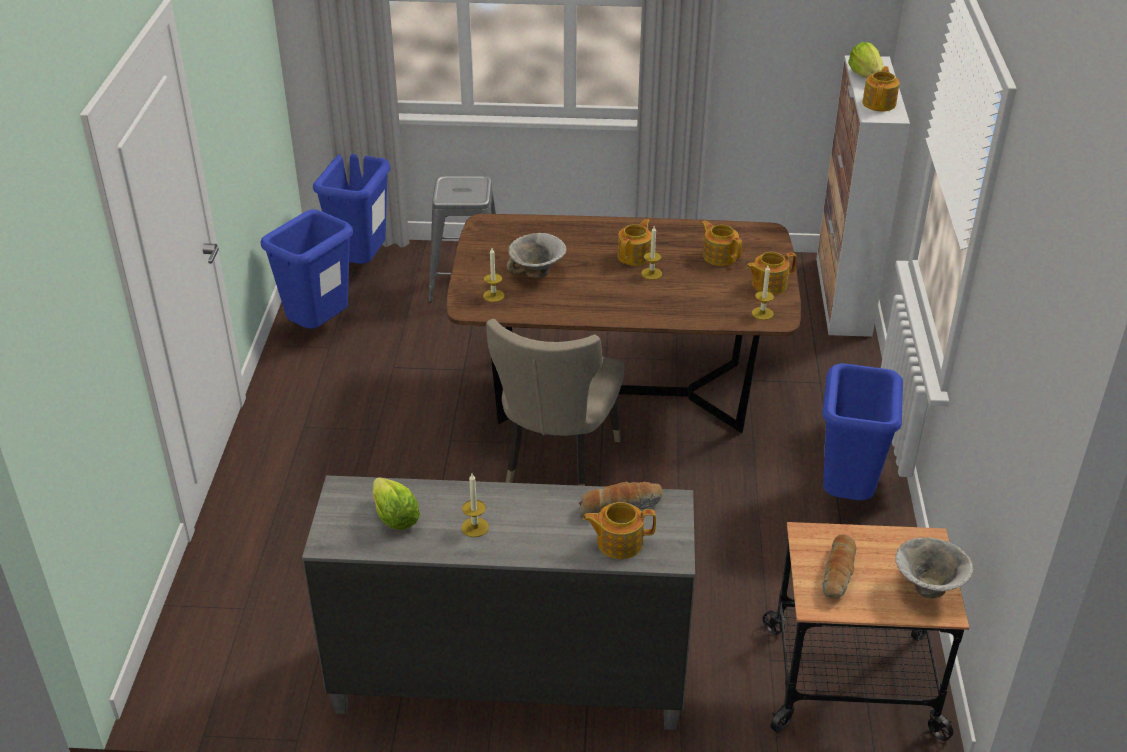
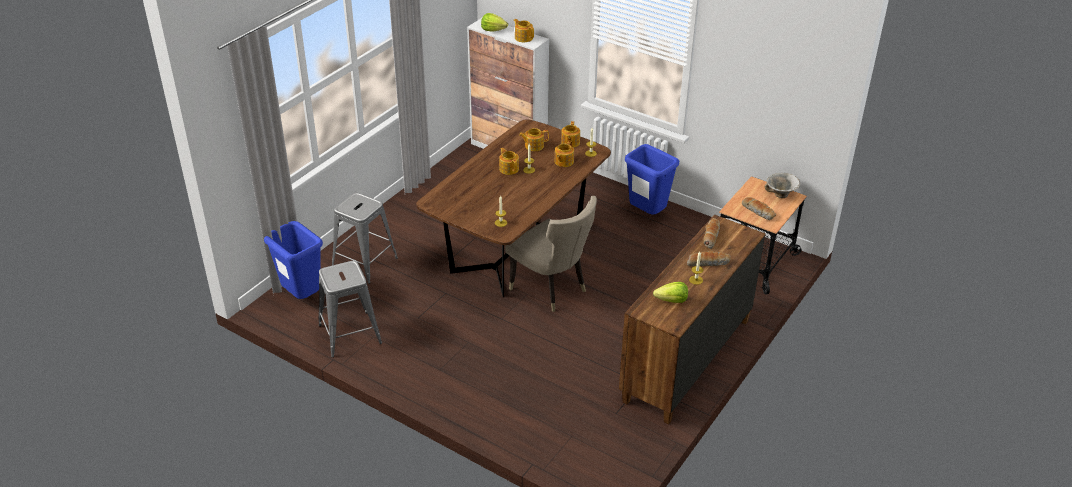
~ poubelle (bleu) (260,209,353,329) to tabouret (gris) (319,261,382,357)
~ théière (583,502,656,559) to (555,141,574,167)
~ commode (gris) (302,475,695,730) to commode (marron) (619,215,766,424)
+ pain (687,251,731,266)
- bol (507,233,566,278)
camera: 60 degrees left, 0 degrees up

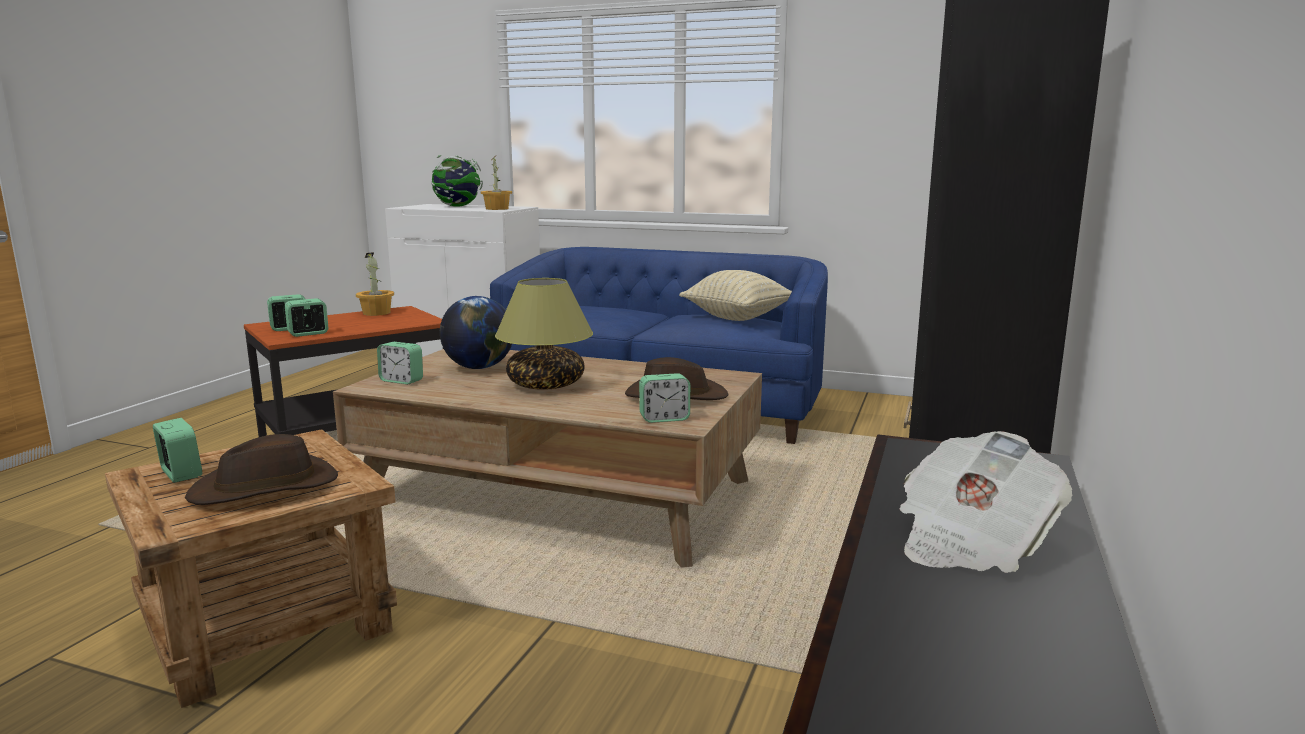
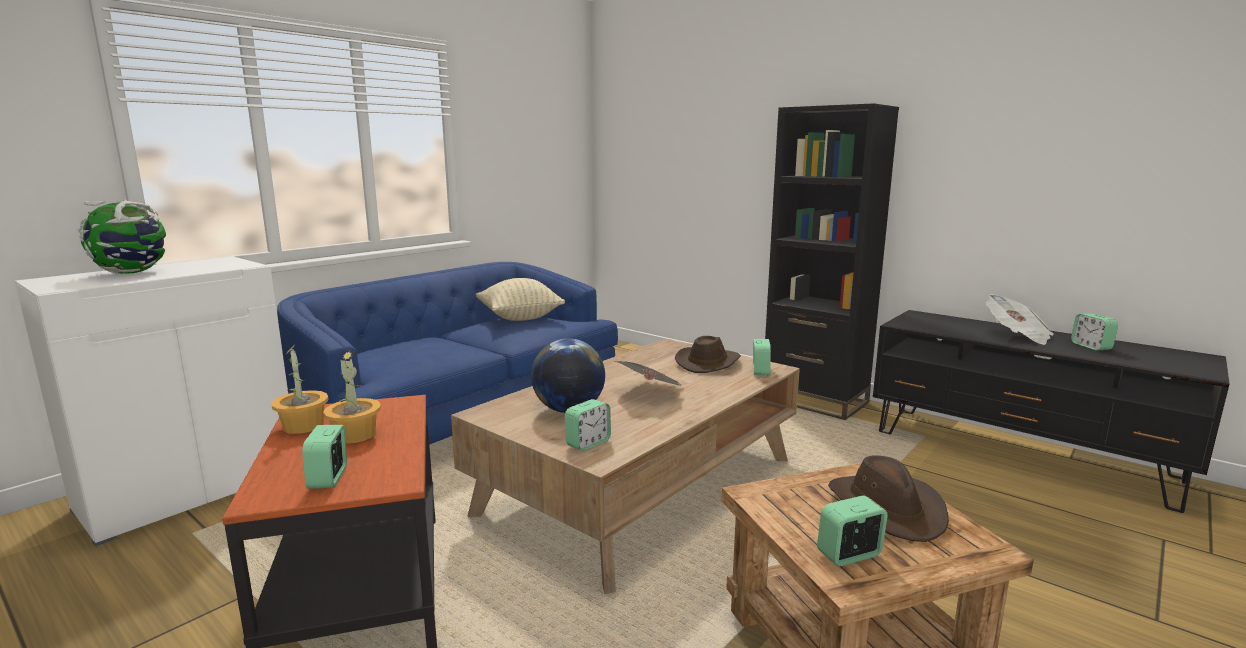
~ plante en pot (481,158,512,210) to (323,350,381,443)
~ lampe de table (495,278,593,390) to journal (613,361,680,385)
~ réveil (285,298,328,337) to (1071,313,1118,351)
camera: 70 degrees left, 0 degrees up

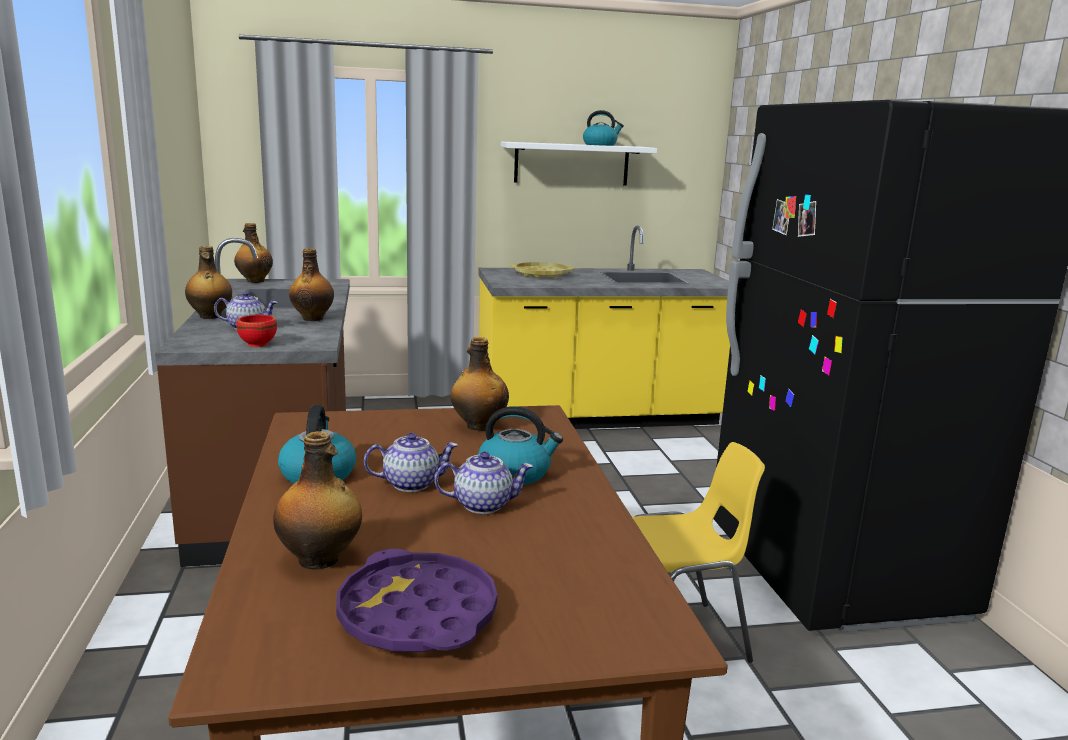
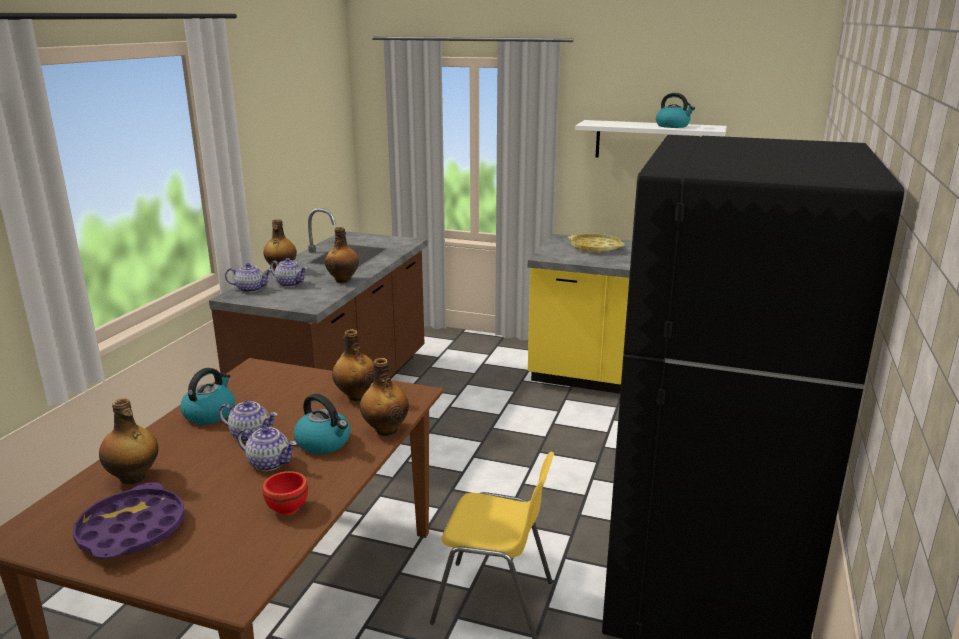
+ théière (225,263,272,293)
~ bol (rouge) (236,315,277,347) to (263,471,308,515)
~ bouteille (234,223,273,283) to (360,358,409,436)
camera: 30 degrees right, 5 degrees up

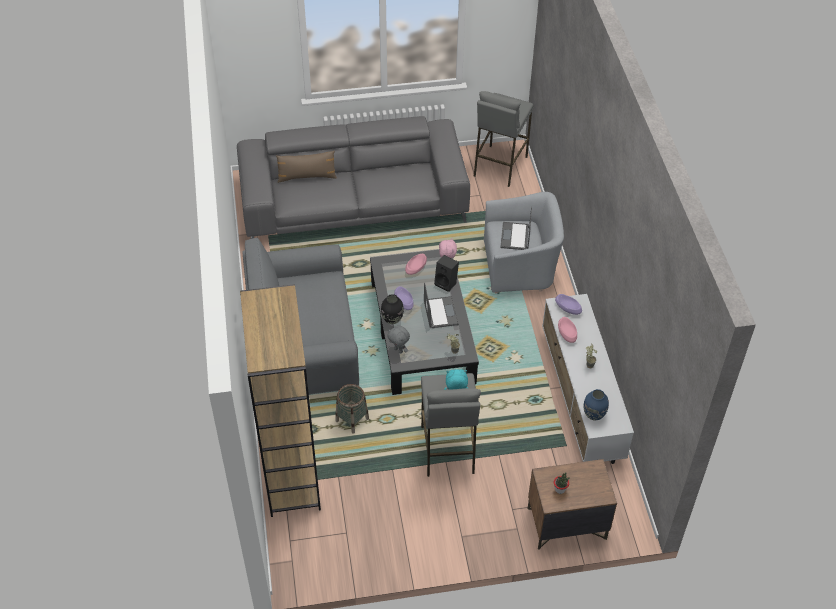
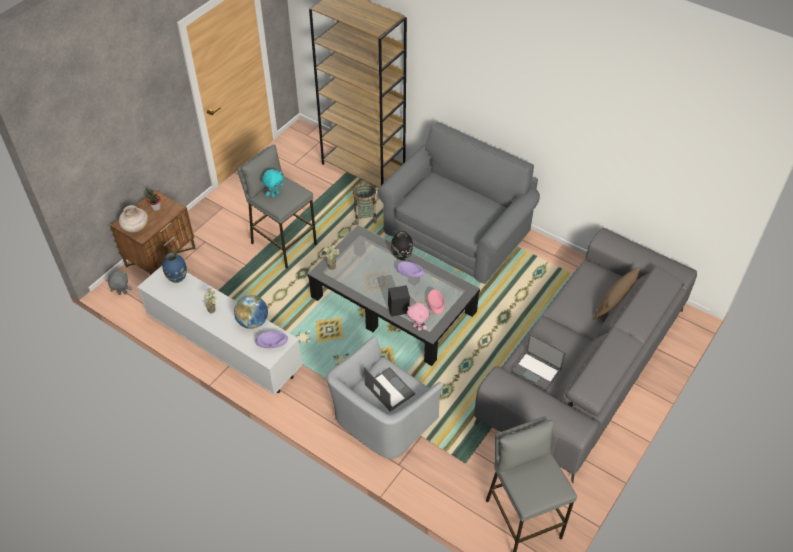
~ peluche (gris) (387,326,410,354) to (108,271,132,295)
+ vase (beige) (119,205,148,233)
~ bol (rose) (558,317,577,343) to globe (234,295,268,329)
~ ordinateur portable (424,283,459,329) to (511,334,566,391)
camera: 135 degrees right, 0 degrees up

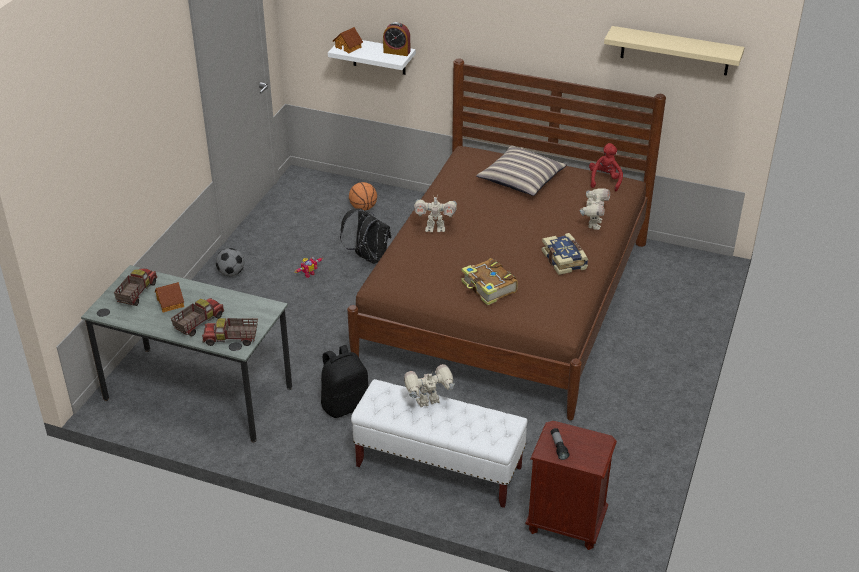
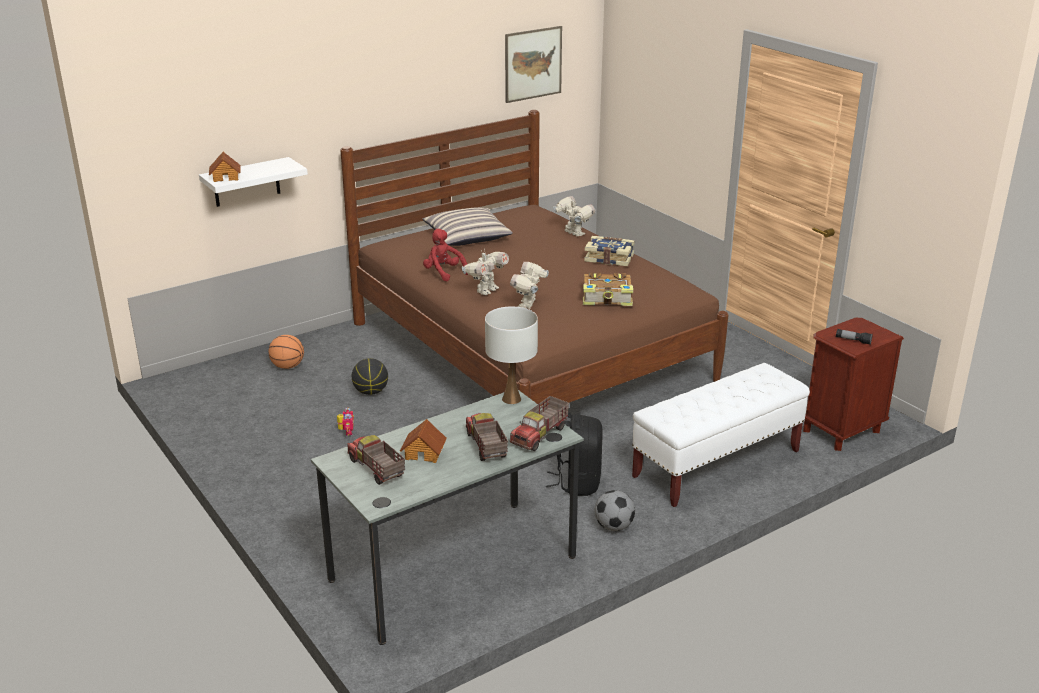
~ sac à dos (noir) (340,208,392,264) to ballon de basket (352,358,388,395)
~ peluche (rouge) (589,143,623,191) to (423,229,468,281)
+ lampe de table (blanc) (485,307,538,404)
~ étagère (beige) (604,26,745,76) to tableau (505,26,562,103)
~ robot jouet (404,364,455,407) to (510,262,549,309)
~ ballon de foot (216,248,244,276) to (594,490,635,531)
- réveil (383,22,410,56)
camera: 55 degrees left, 10 degrees down

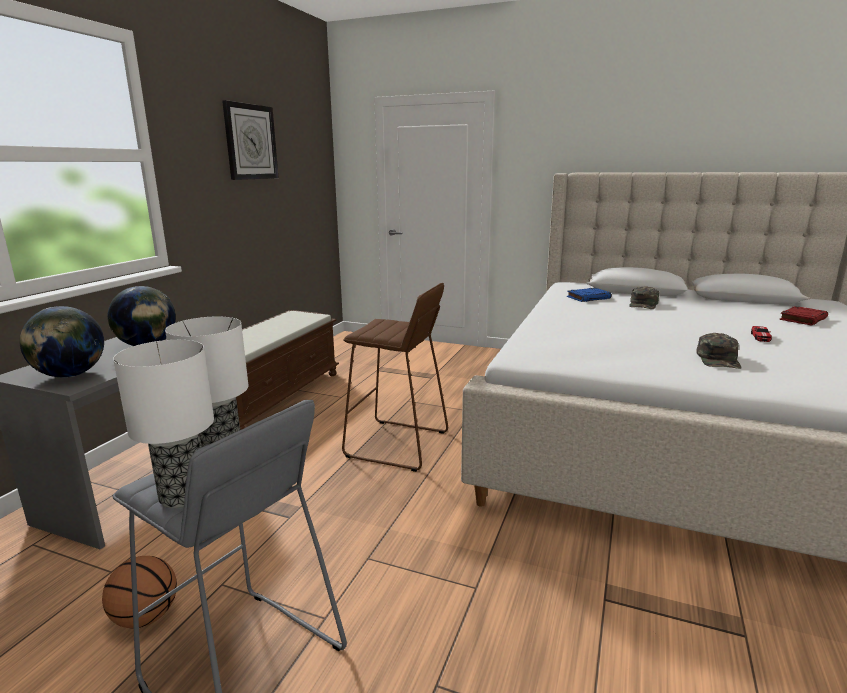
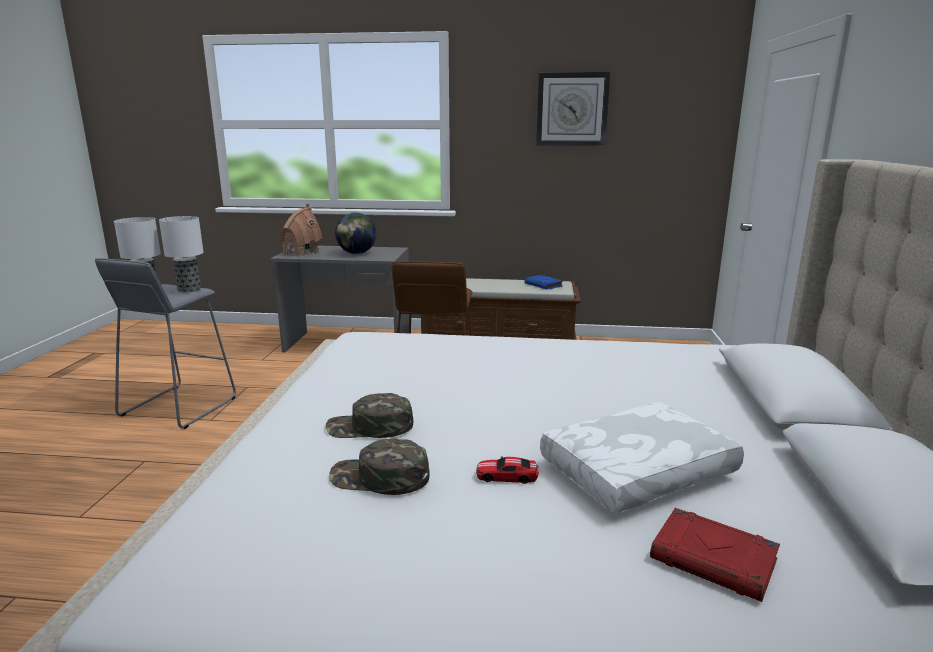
~ globe (19,306,104,378) to maison miniature (280,203,322,257)
~ casquette (vert) (629,286,659,309) to (329,438,430,495)
~ livre (bleu) (567,288,612,302) to (524,275,563,290)
+ coussin (blanc) (540,402,744,514)
- ballon de basket (102,556,177,629)
camera: 75 degrees right, 0 degrees up

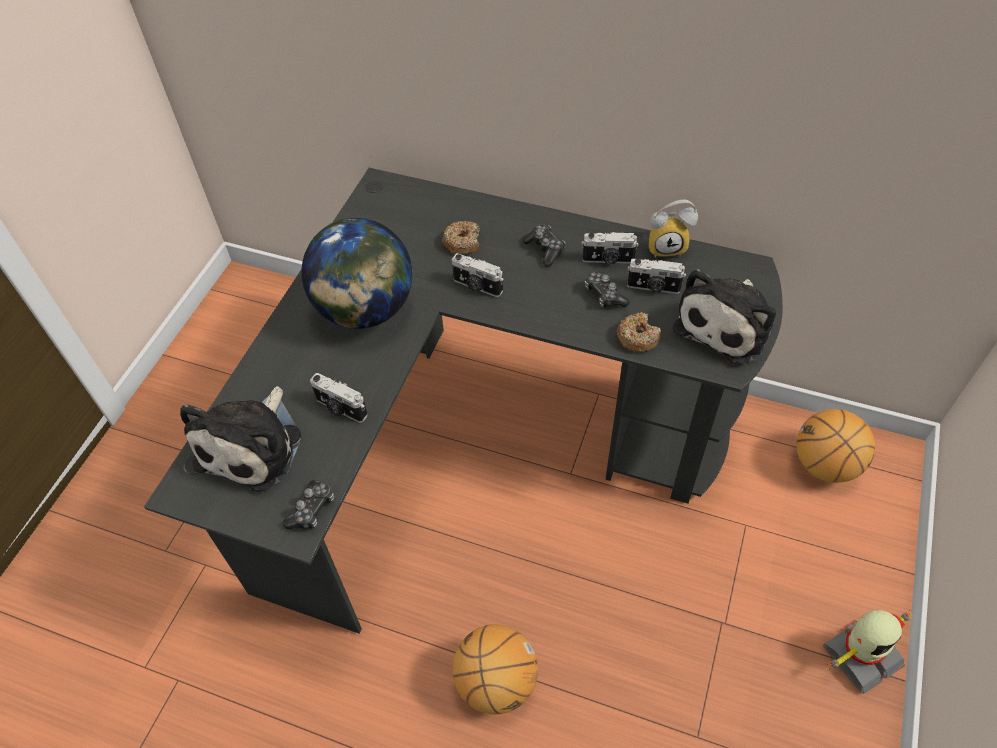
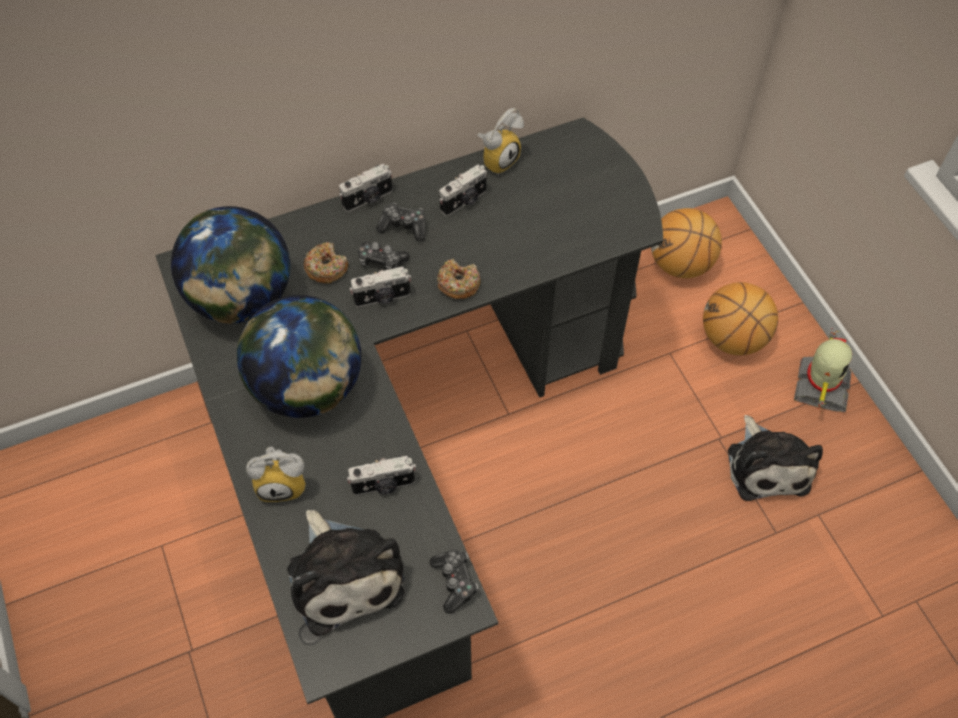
+ globe (171,206,290,324)
+ réveil (246,447,306,502)
~ appareil photo (627,258,686,294) to (339,164,393,212)
~ manette (585,272,630,308) to (358,242,410,270)
~ beignet (617,312,661,353) to (437,258,481,299)
~ ballon de basket (453,624,538,714) to (703,282,778,355)
~ peluche (673,269,776,365) to (728,415,823,501)
camera: 45 degrees left, 5 degrees up

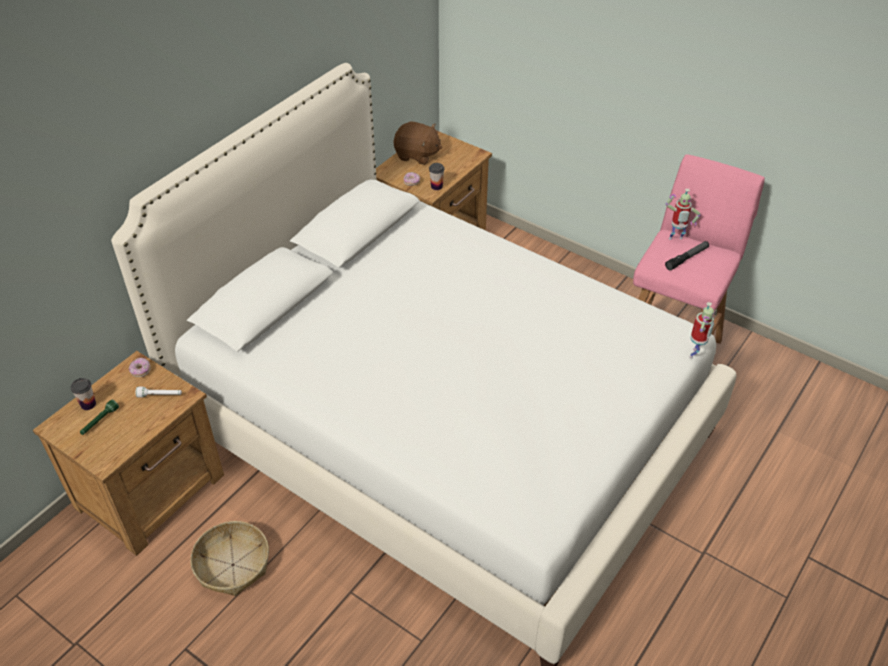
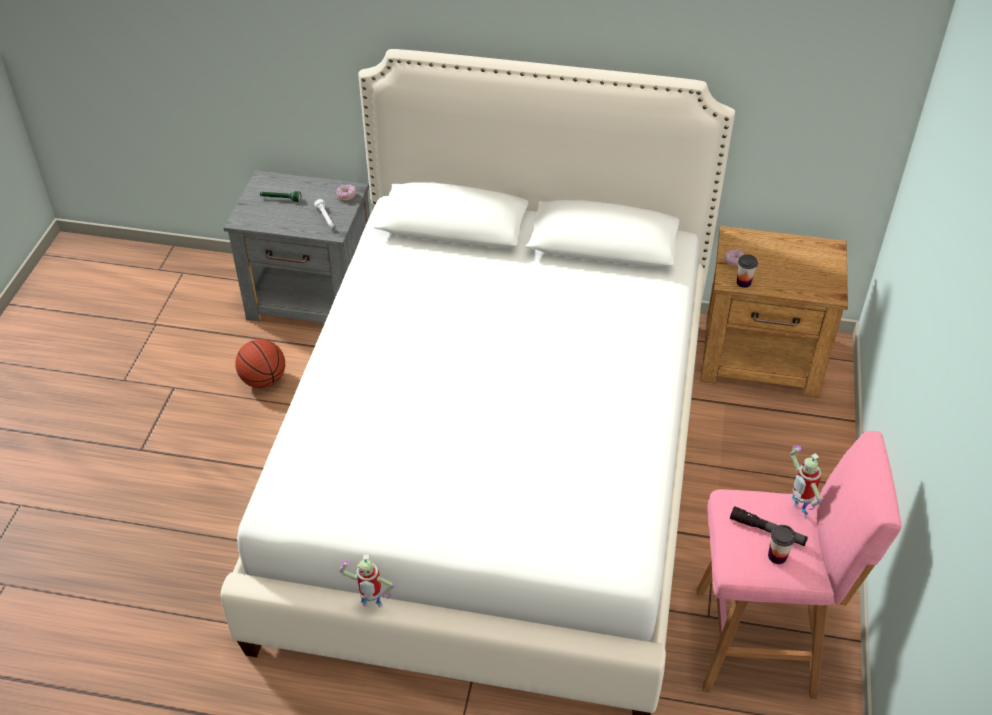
~ table de chevet (marron) (33,351,224,556) to table de chevet (gris) (224,171,370,323)
~ panier (190,521,269,596) to ballon de basket (235,339,285,388)
~ robot jouet (689,302,715,359) to (340,555,394,608)
~ tasse (71,378,96,410) to (768,525,796,564)
- peluche (marron) (393,121,442,165)
camera: 65 degrees right, 0 degrees up

